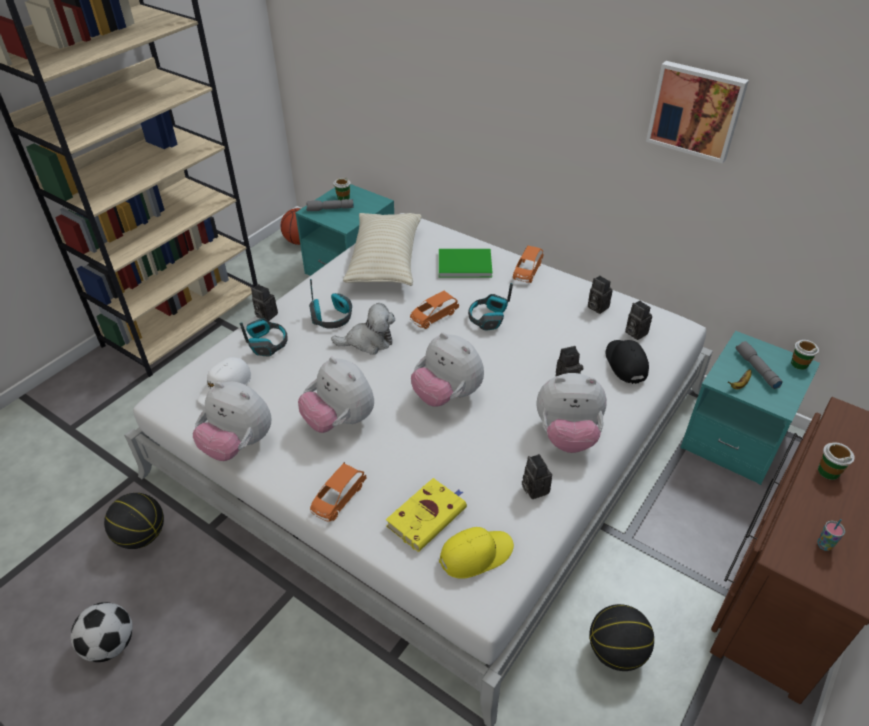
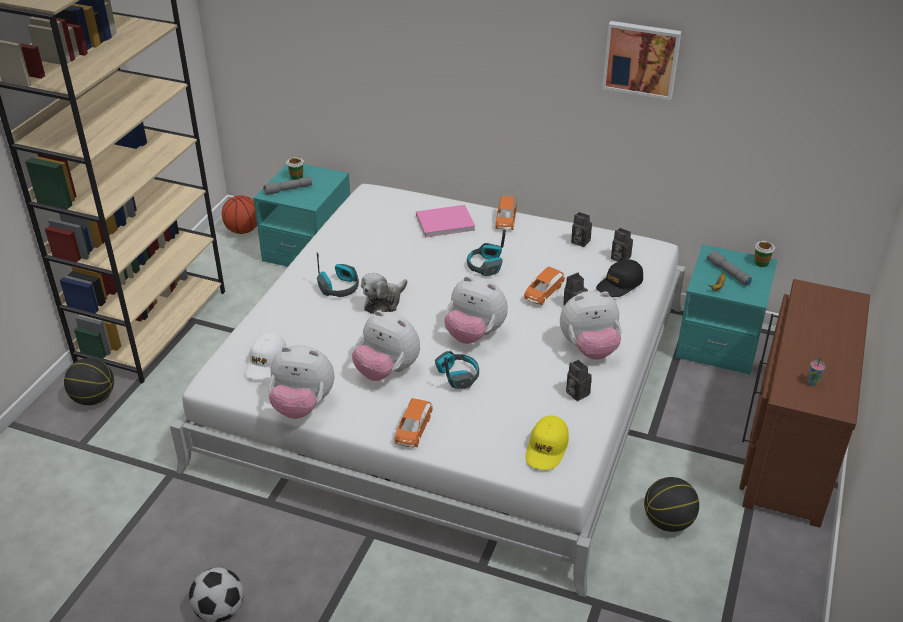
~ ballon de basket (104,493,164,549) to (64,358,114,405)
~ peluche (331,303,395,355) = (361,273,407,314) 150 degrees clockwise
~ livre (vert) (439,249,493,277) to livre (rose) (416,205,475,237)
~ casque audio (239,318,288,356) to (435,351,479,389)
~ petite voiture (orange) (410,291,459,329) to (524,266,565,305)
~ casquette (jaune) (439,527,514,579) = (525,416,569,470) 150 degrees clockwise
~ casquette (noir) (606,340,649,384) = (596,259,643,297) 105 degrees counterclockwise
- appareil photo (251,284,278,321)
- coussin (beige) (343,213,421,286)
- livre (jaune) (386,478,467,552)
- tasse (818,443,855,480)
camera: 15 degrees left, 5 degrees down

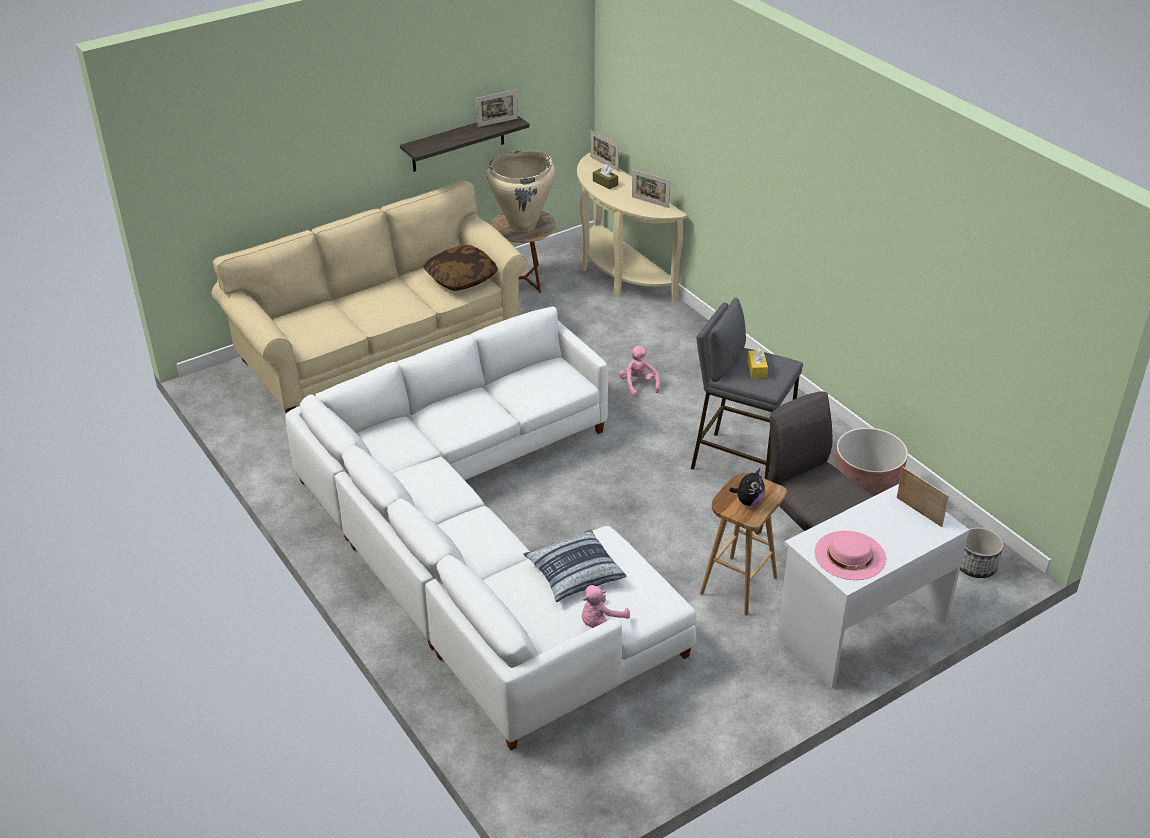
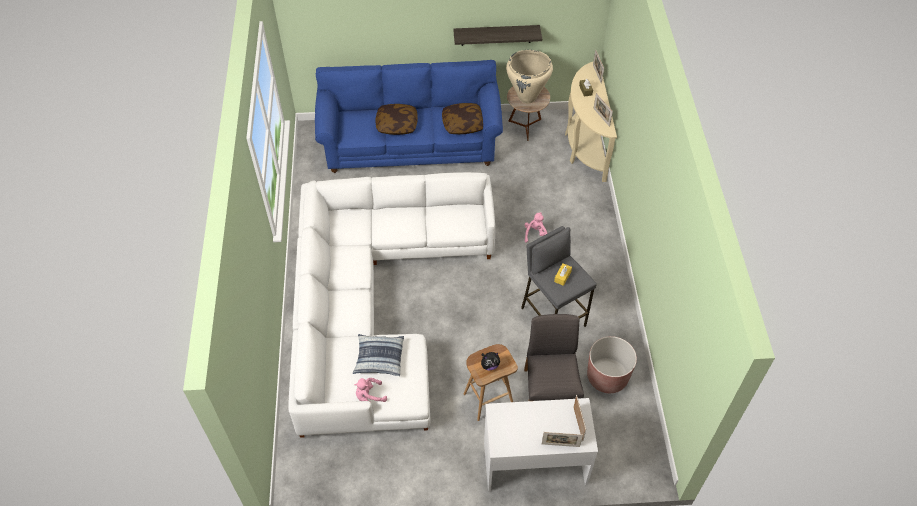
~ canapé (beige) (212,180,527,413) to canapé (bleu) (315,60,503,173)
+ coussin (376,104,418,135)
~ cadre photo (476,90,518,127) to (542,432,583,447)
- chapeau (rose) (815,531,886,580)
- cache-pot (960,527,1004,578)
camera: 30 degrees right, 15 degrees up

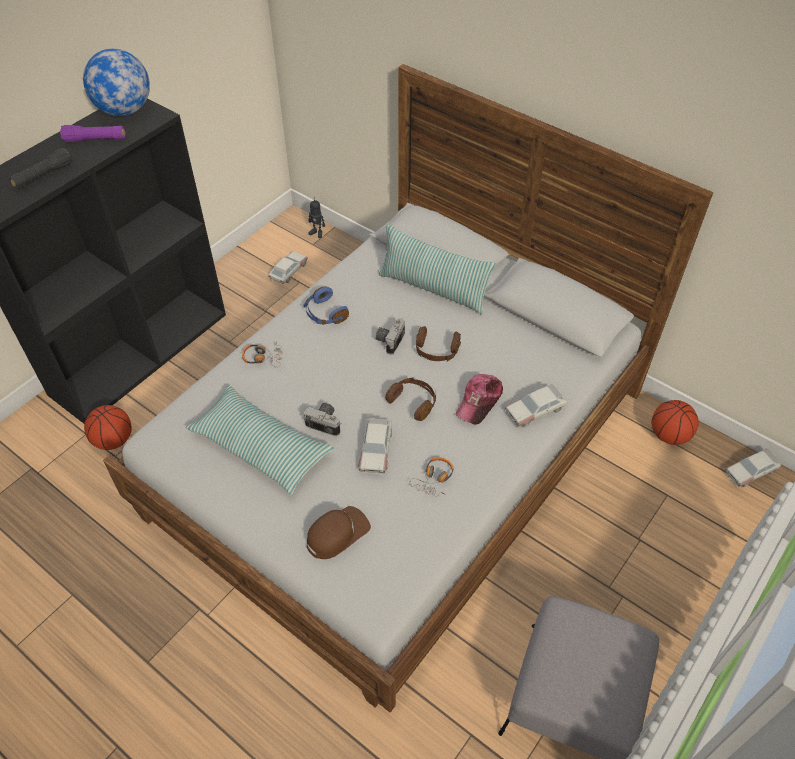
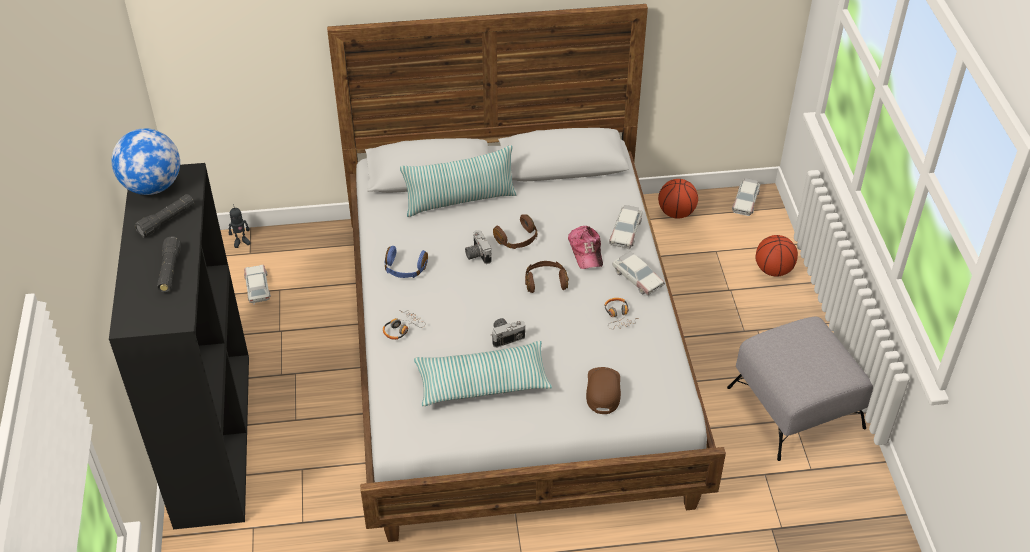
~ lampe de poche (violet) (60,125,125,142) to lampe de poche (noir) (135,194,194,237)
~ petite voiture (358,418,392,475) to (613,251,665,296)
~ ballon de basket (84,405,132,450) to (756,235,798,277)
camera: 45 degrees left, 5 degrees down

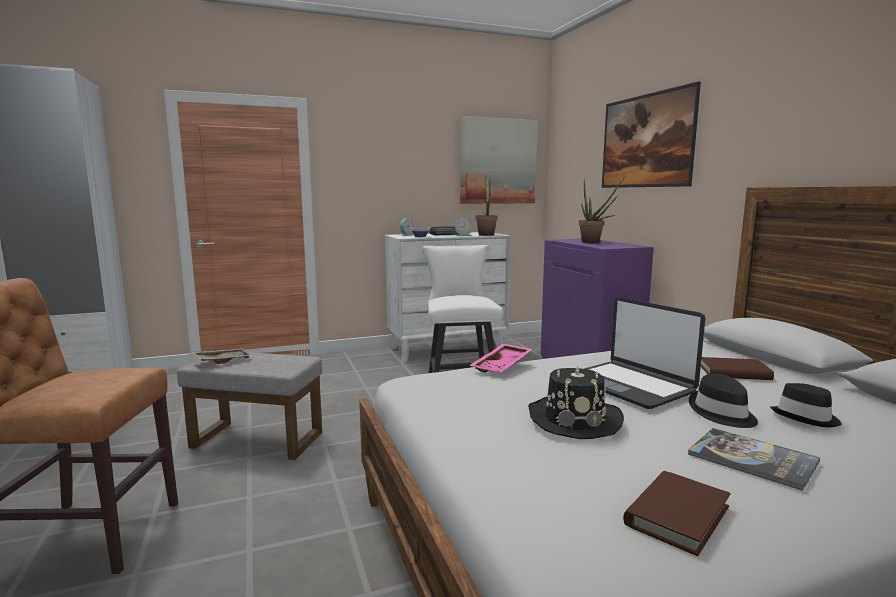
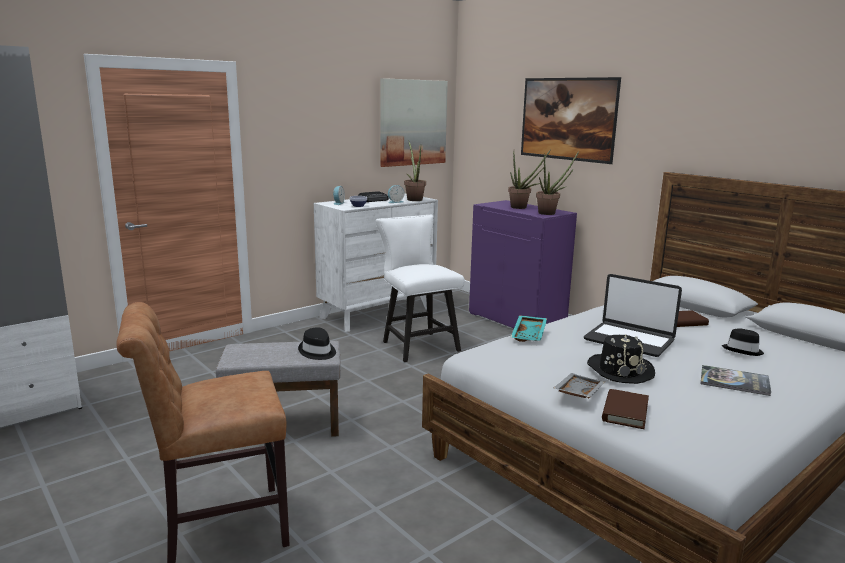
~ chapeau (noir) (689,374,758,428) to (298,327,336,360)
~ plateau (rose) (469,344,532,372) to plateau (turquoise) (510,315,547,342)
+ plante en pot (536,151,579,215)
~ plateau (gris) (191,348,253,364) to (554,373,605,398)
~ livre (marron) (623,471,730,556) to (602,389,649,429)
camera: 20 degrees left, 5 degrees up

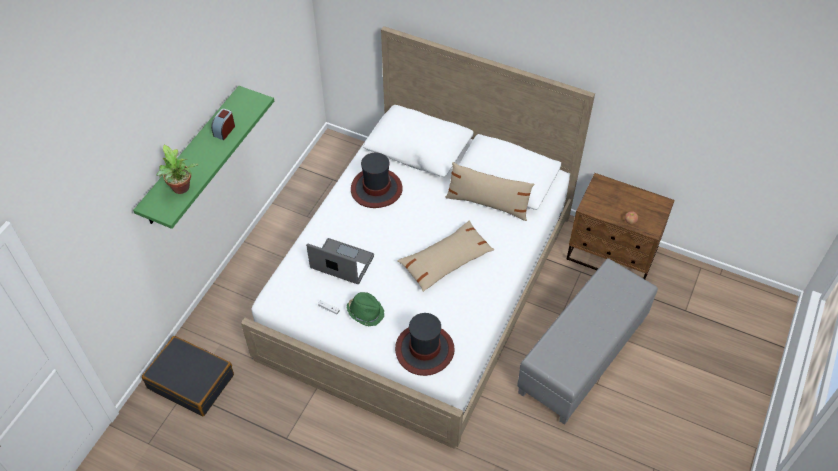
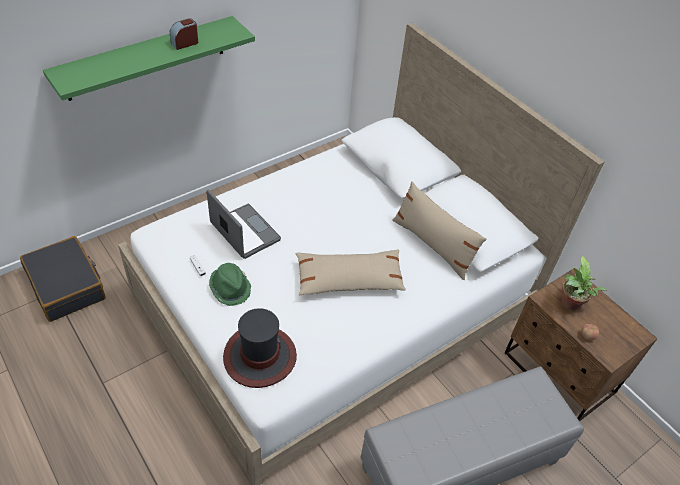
~ plante en pot (156,145,199,194) to (562,256,607,310)
- chapeau (351,153,403,208)
camera: 25 degrees right, 5 degrees down

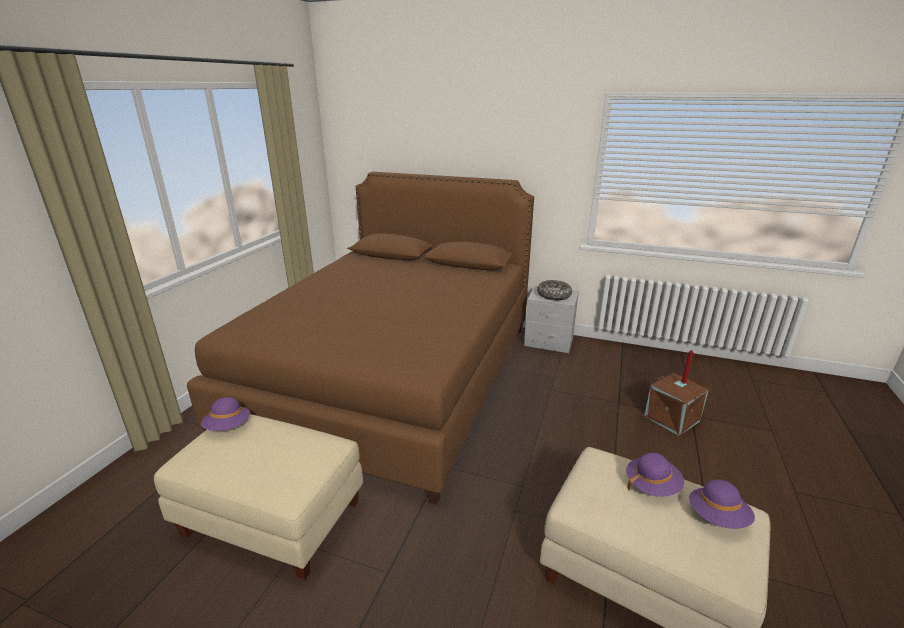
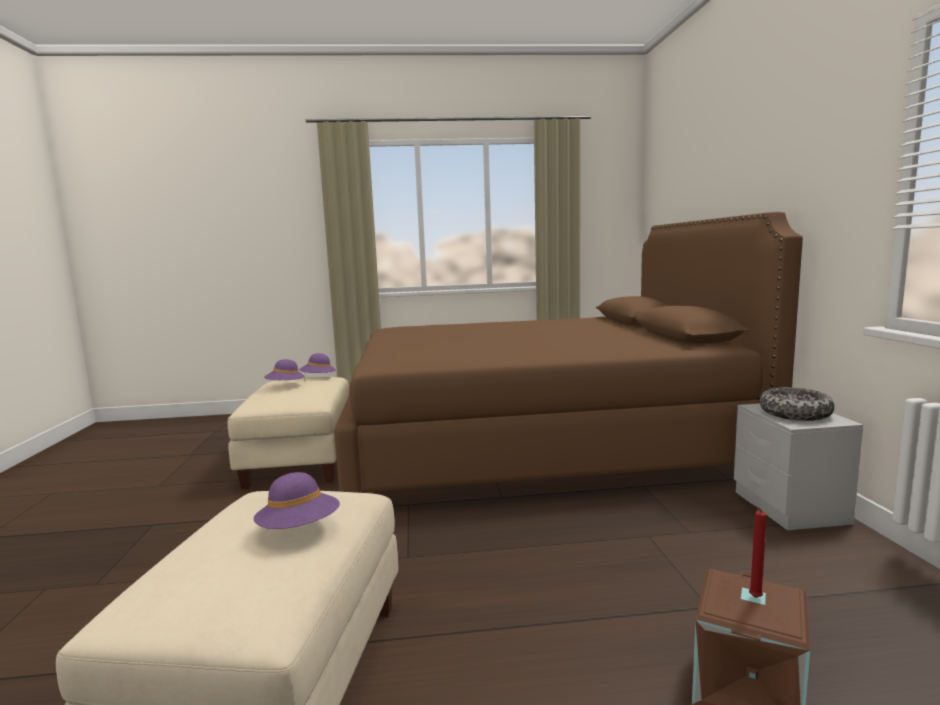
~ chapeau (violet) (689,479,755,529) to (264,359,305,381)
camera: 65 degrees right, 15 degrees down

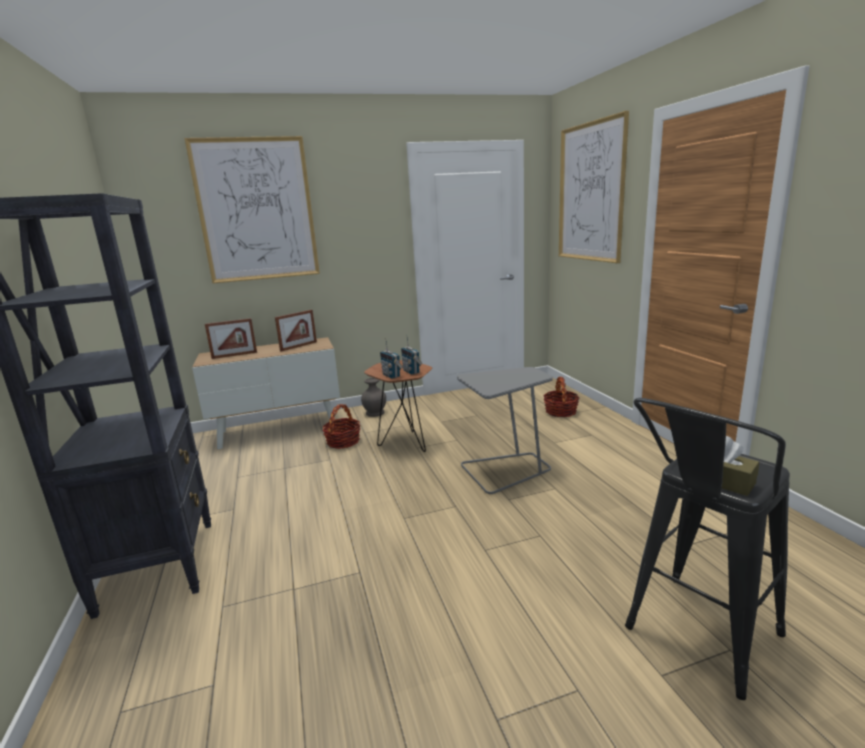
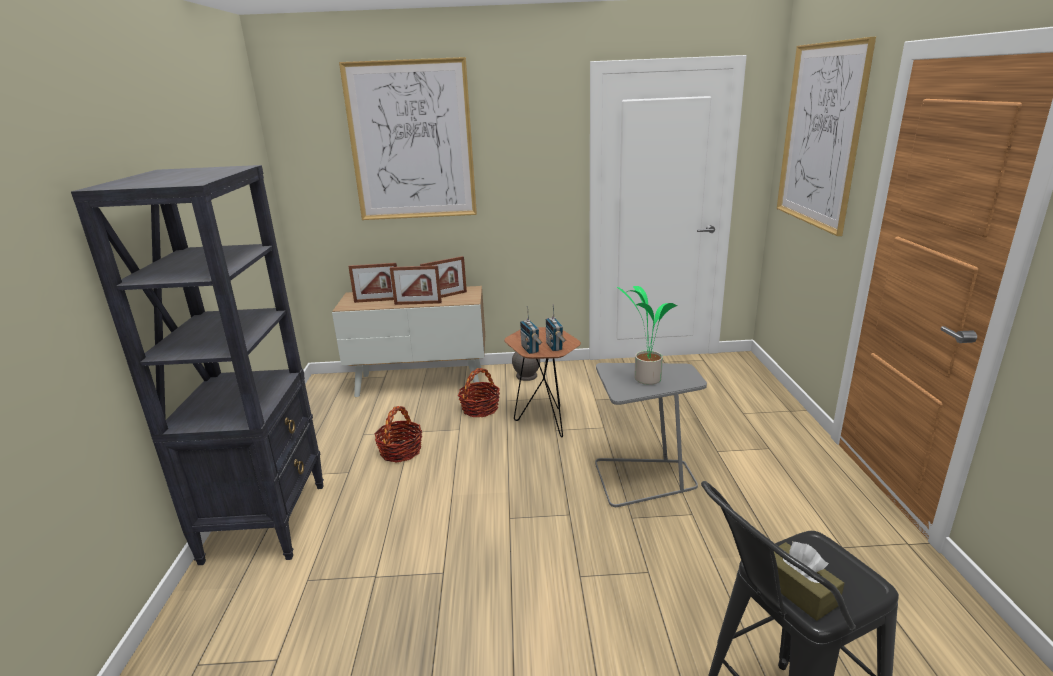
~ panier (543,377,580,417) to (375,406,422,463)
+ cadre photo (390,265,442,305)
+ plante en pot (617,286,678,385)
camera: 15 degrees right, 5 degrees up

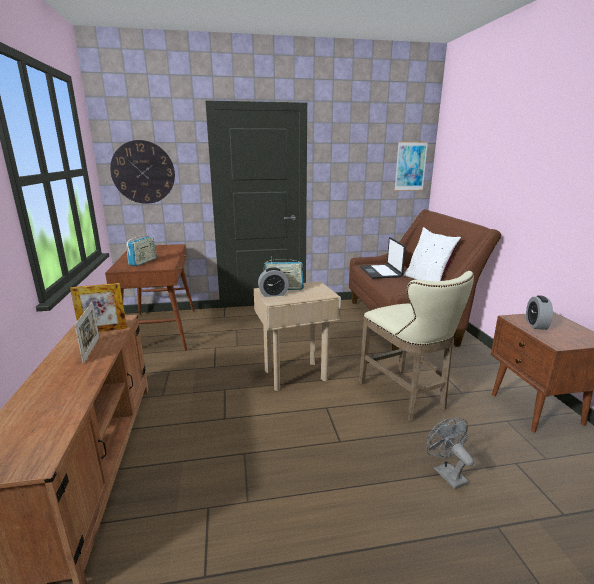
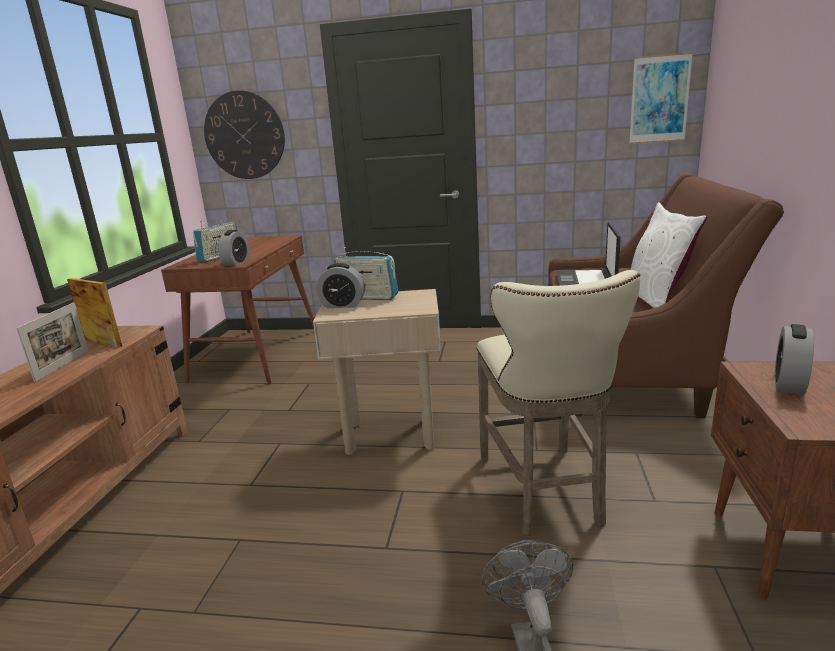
~ cadre photo (70,283,127,332) = (67,278,122,348) 150 degrees counterclockwise
+ réveil (218,230,249,266)
camera: 20 degrees right, 0 degrees up

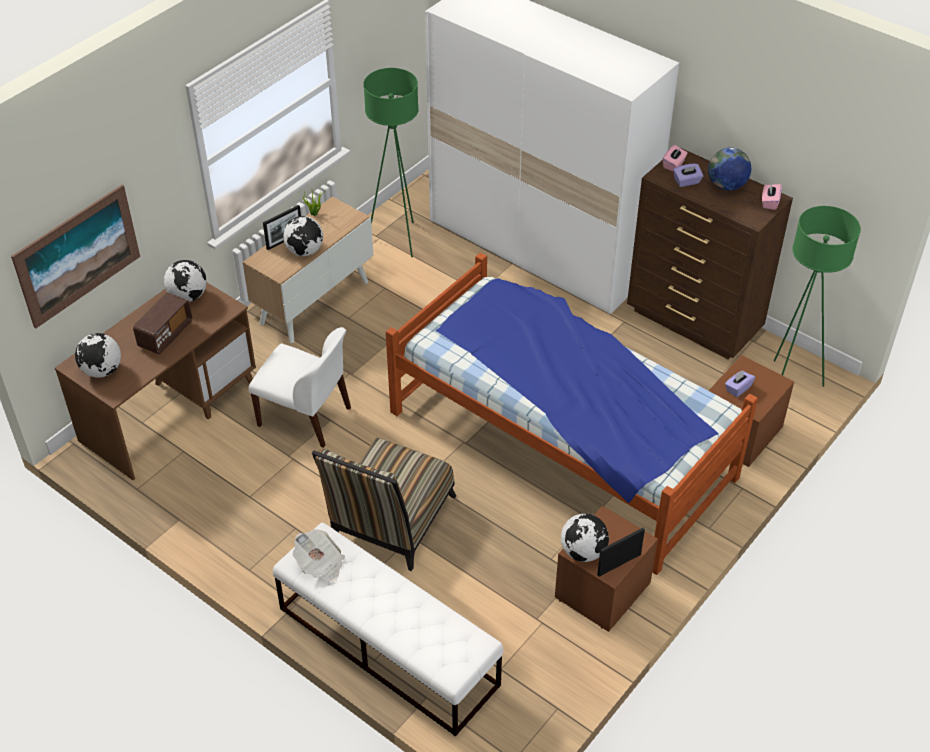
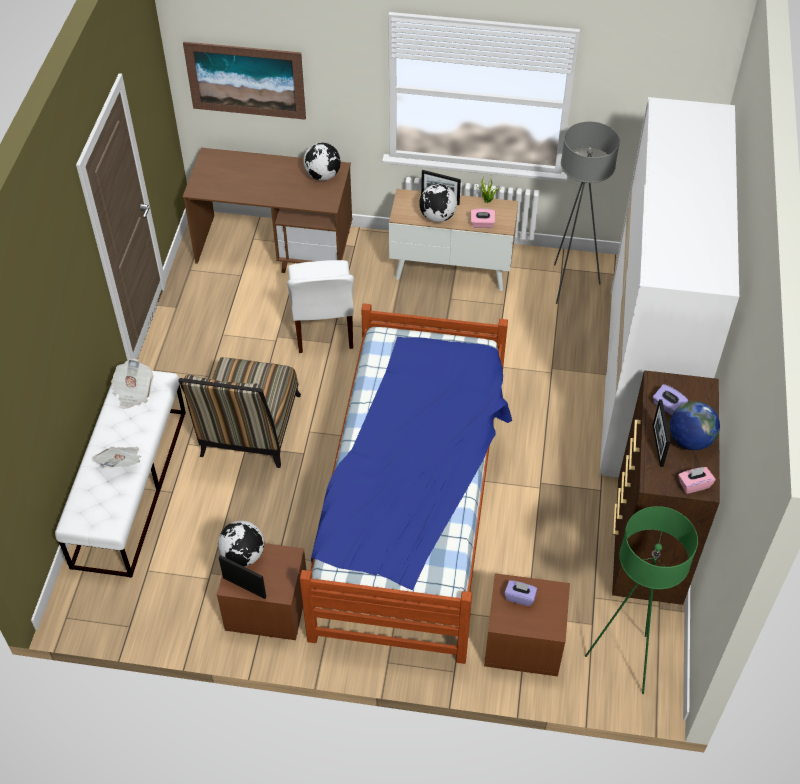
+ journal (94,447,141,468)
~ chaise (312,437,456,571) = (178,357,301,468) 75 degrees counterclockwise
~ boîte à mouchoirs (rose) (662,145,688,171) to (471,209,495,228)
~ lampadaire (vert) (363,68,419,257) to lampadaire (gris) (554,122,620,304)
+ cadre photo (653,399,670,467)
- globe (75,333,121,378)
- radio (133,293,192,354)
camera: 60 degrees right, 5 degrees up

